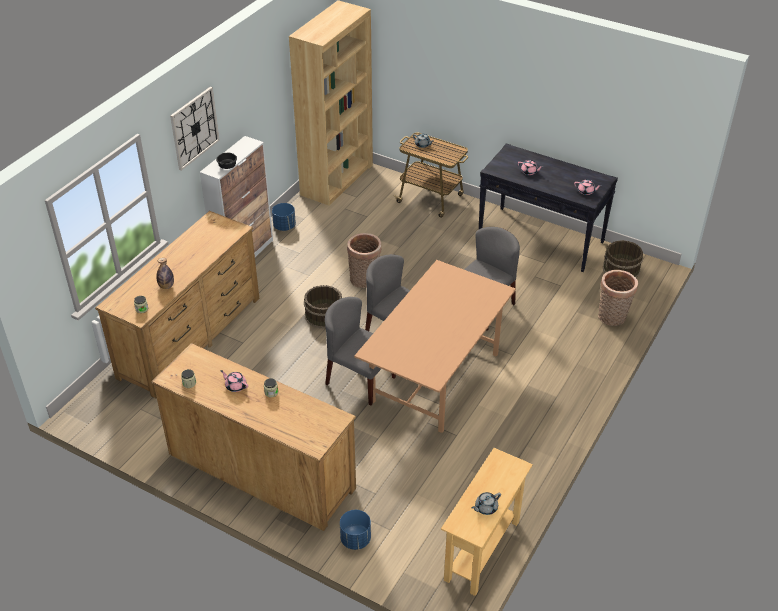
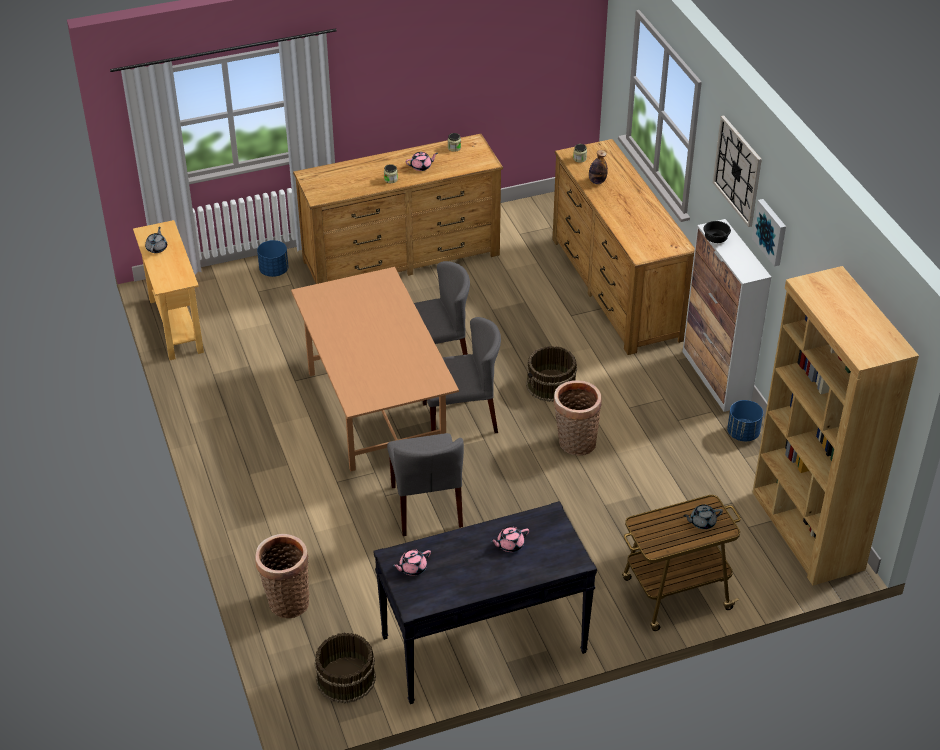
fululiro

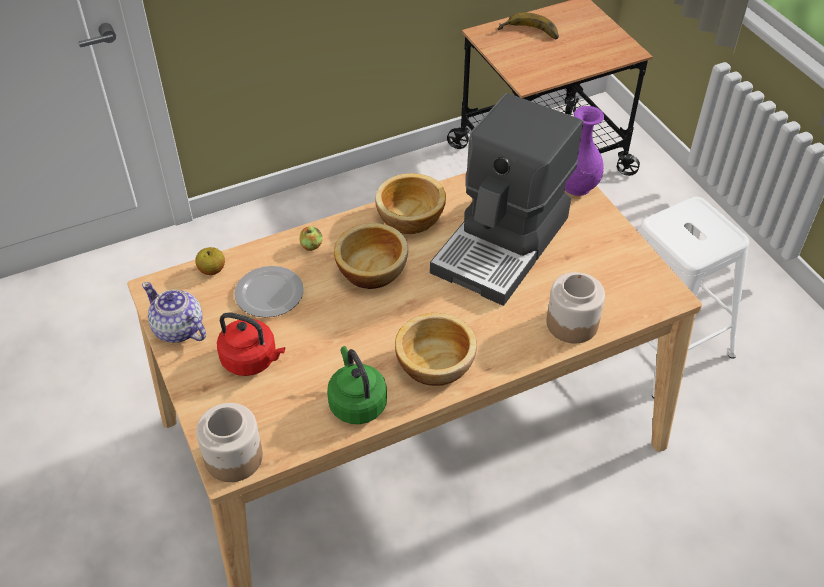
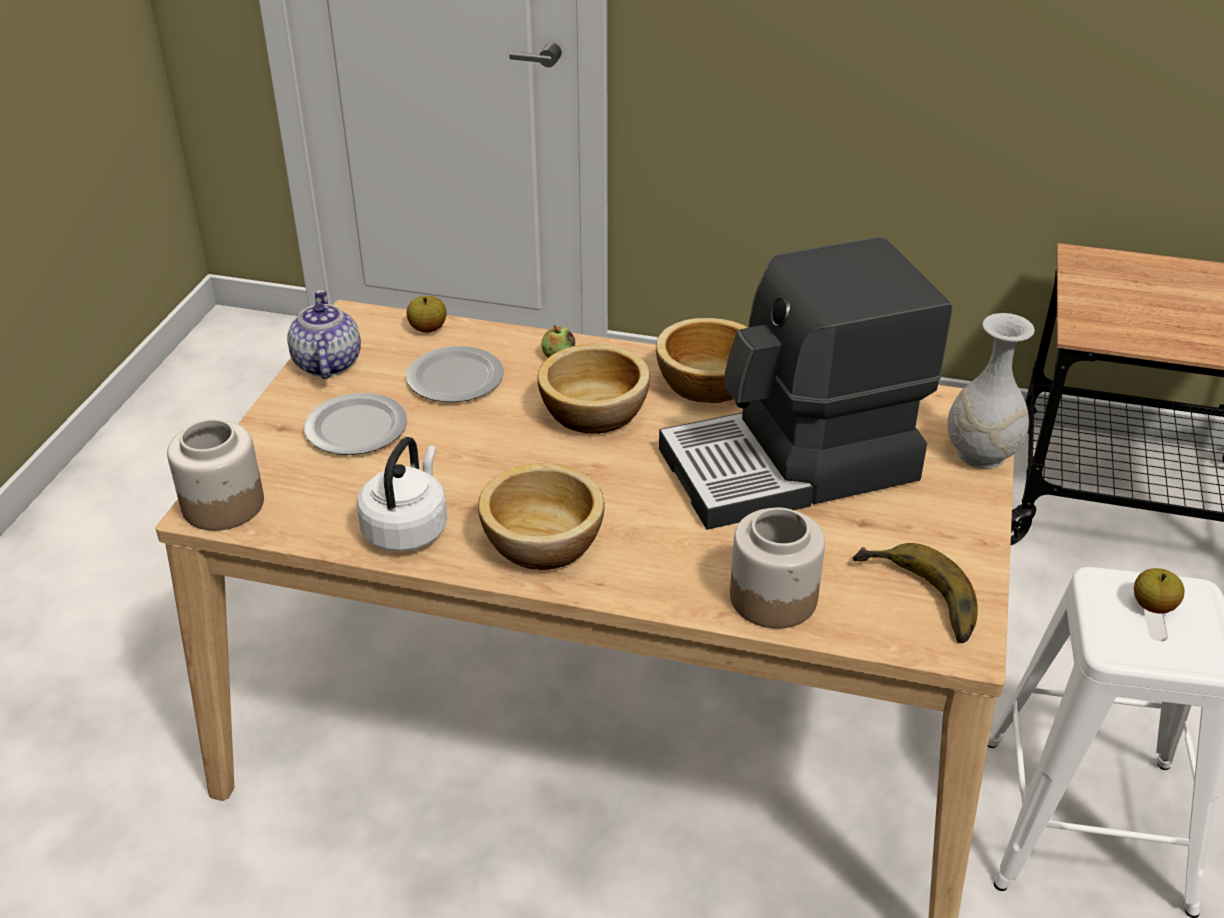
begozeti
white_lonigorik
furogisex (no. 1 from left)
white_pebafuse
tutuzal (no. 3 from left)

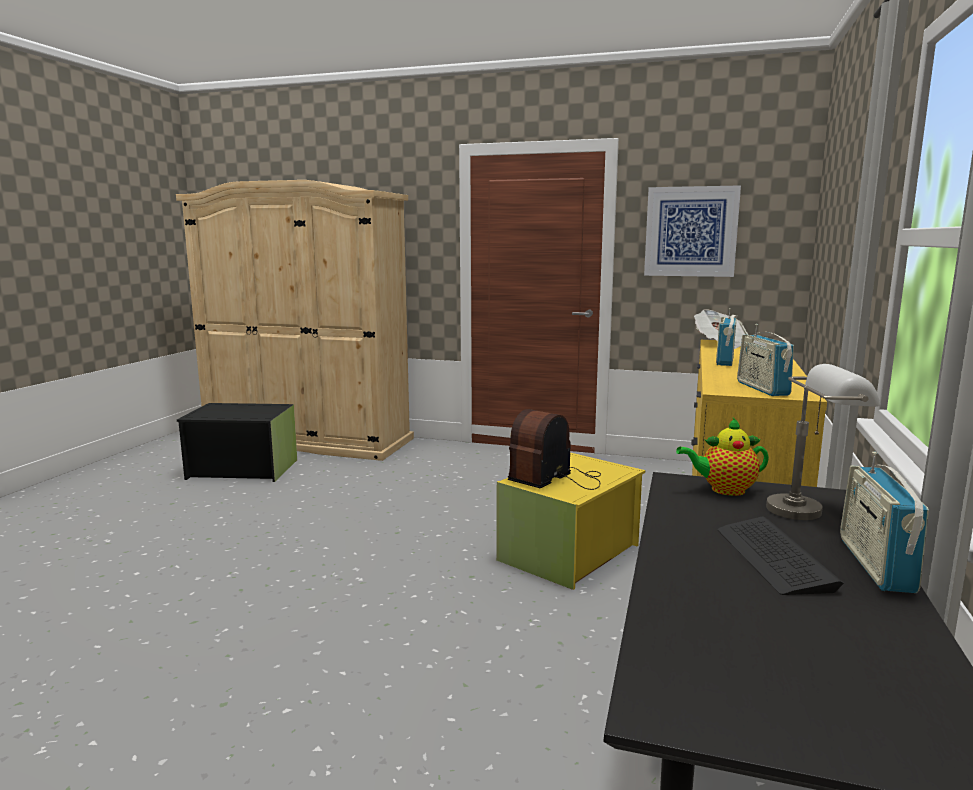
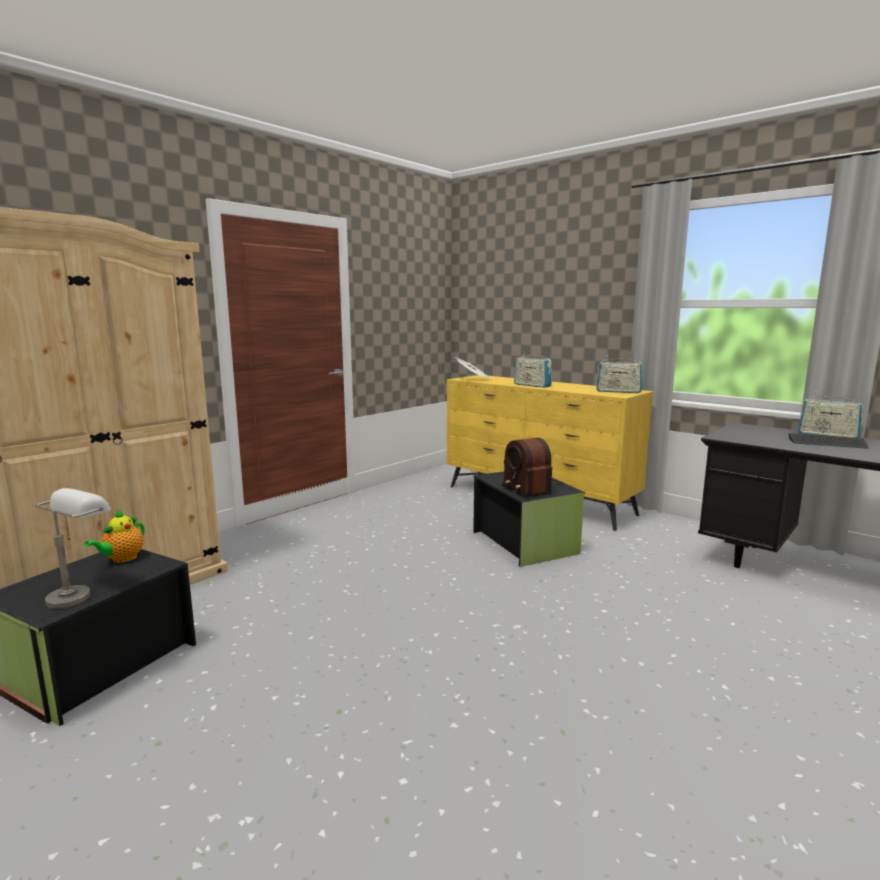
fululiro
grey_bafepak
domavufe
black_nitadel (no. 2 from left)

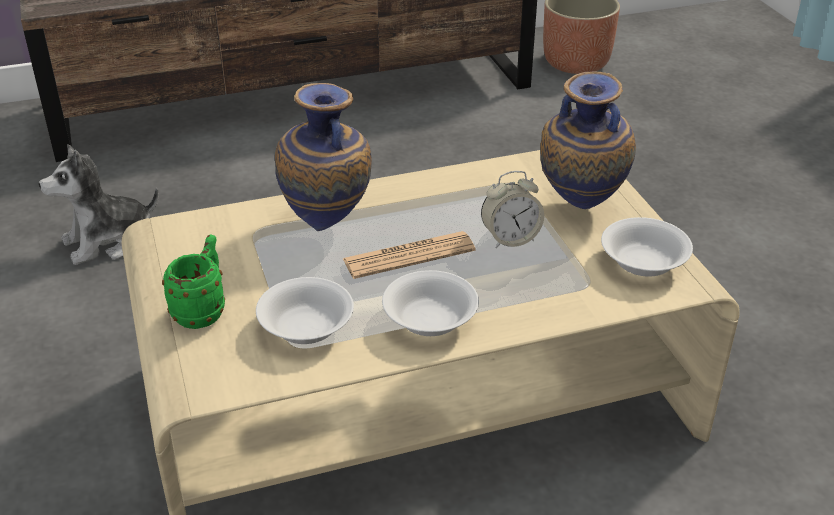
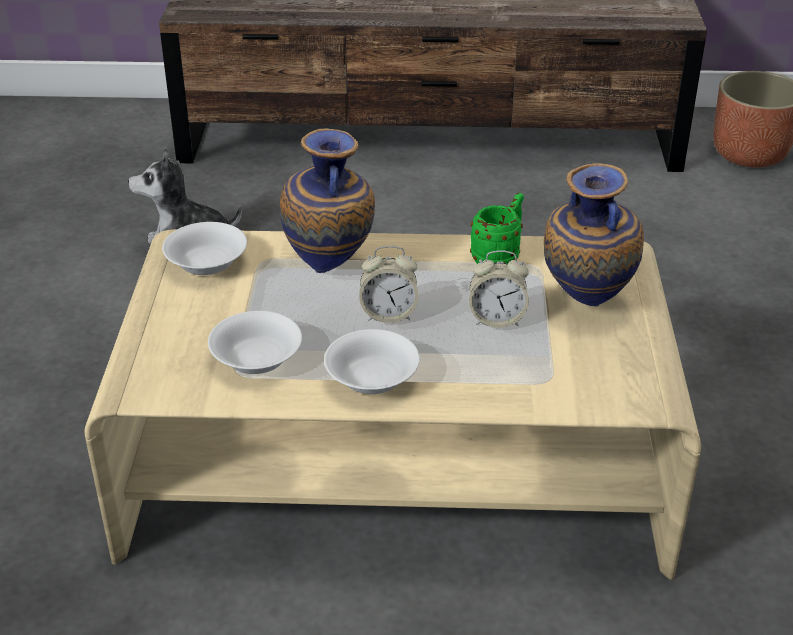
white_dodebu (no. 1 from left)
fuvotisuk (no. 1 from left)
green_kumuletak

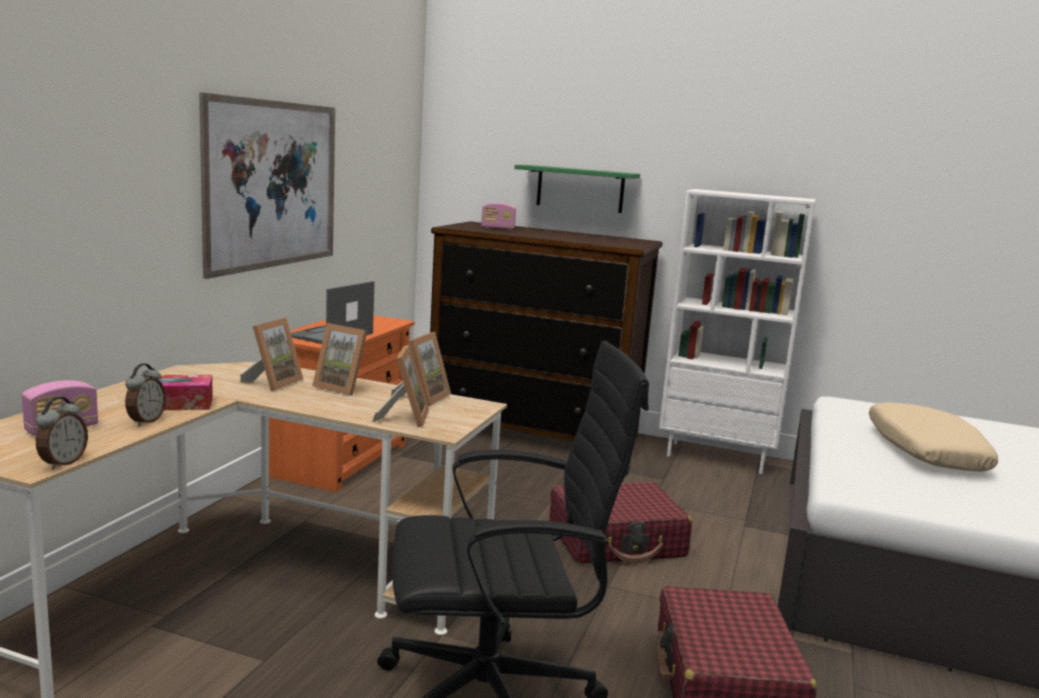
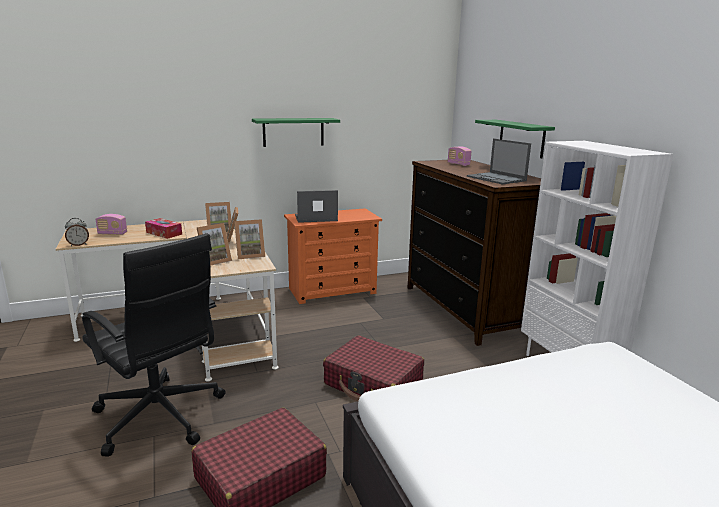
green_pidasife (no. 1 from left)
fuvotisuk (no. 2 from left in the first image)
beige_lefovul
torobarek (no. 2 from left)

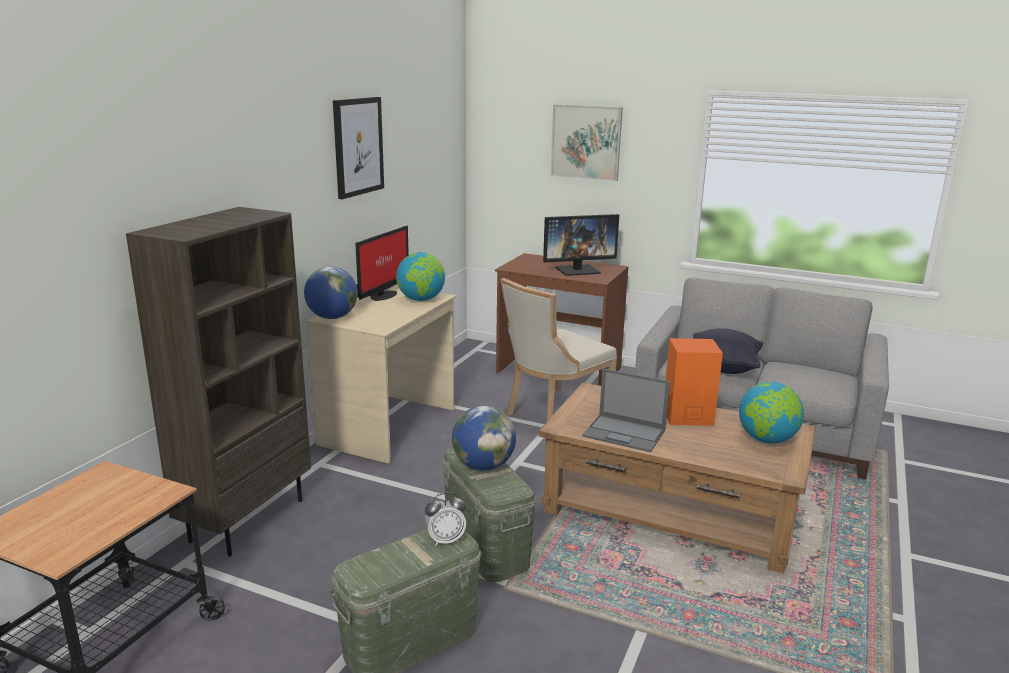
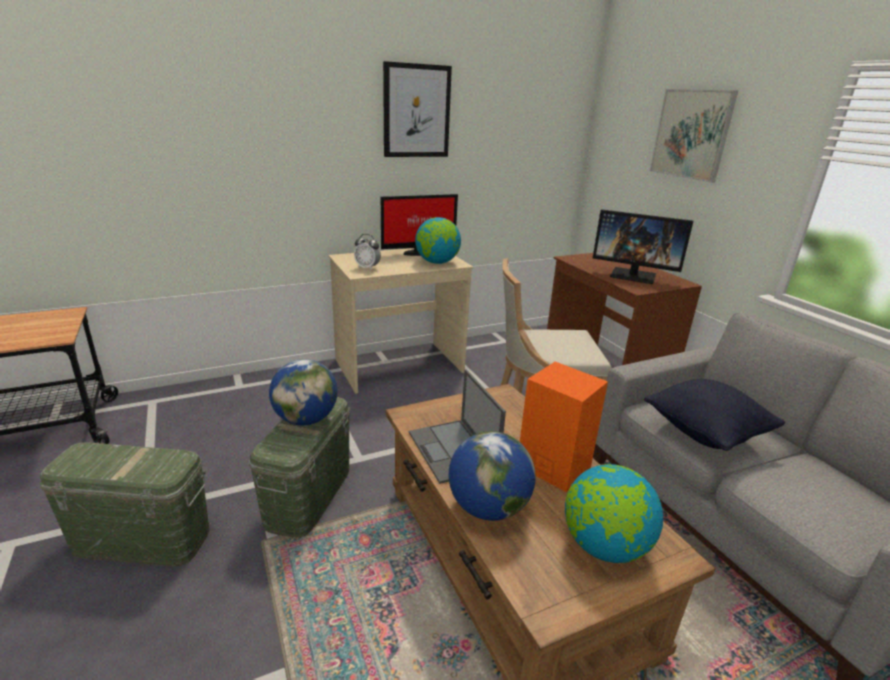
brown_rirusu
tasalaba (no. 3 from left)
fuvotisuk

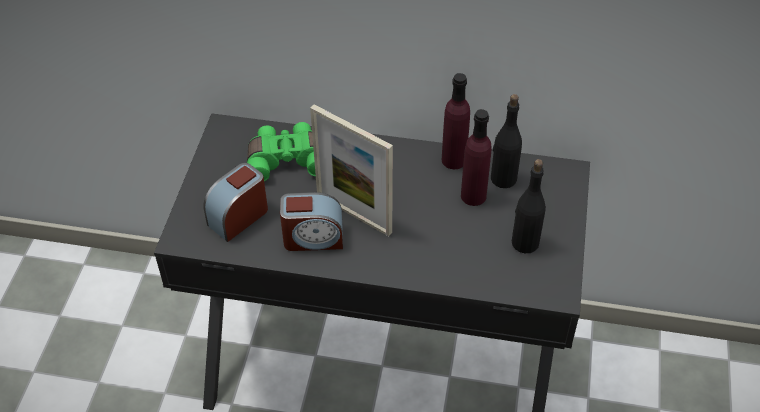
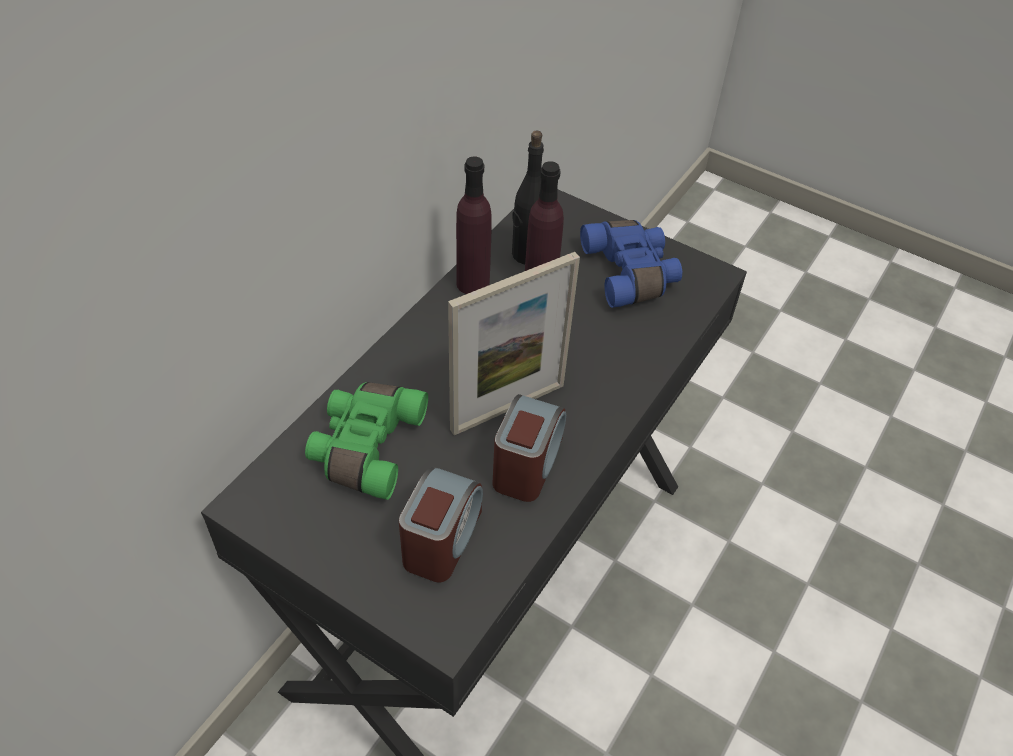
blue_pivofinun
fuvotisuk (no. 1 from left)

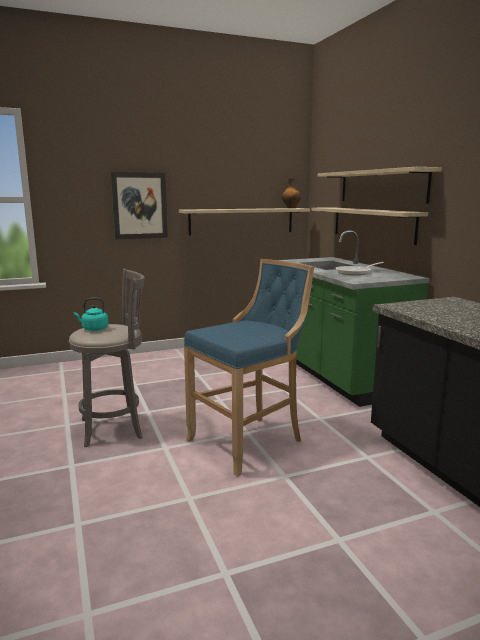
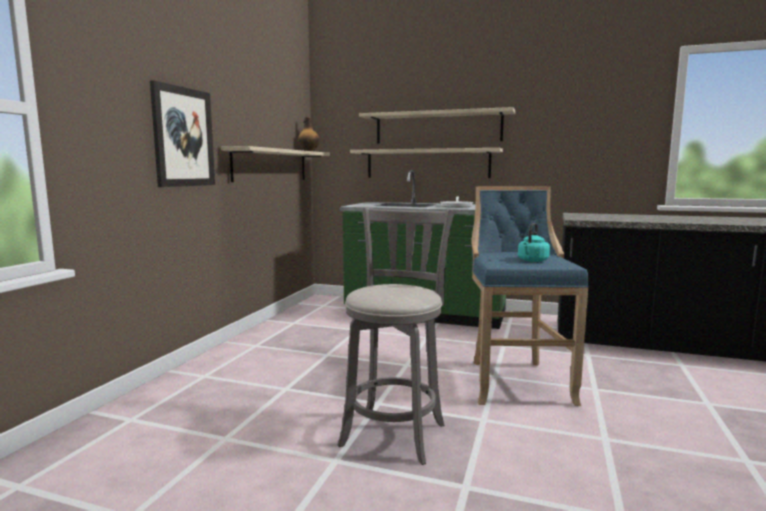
turquoise_pebafuse

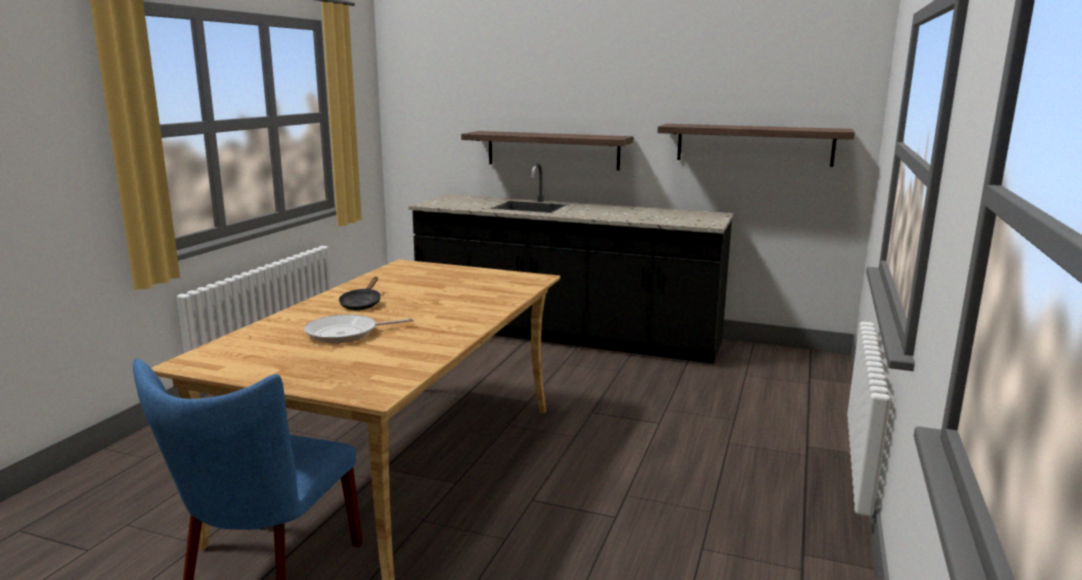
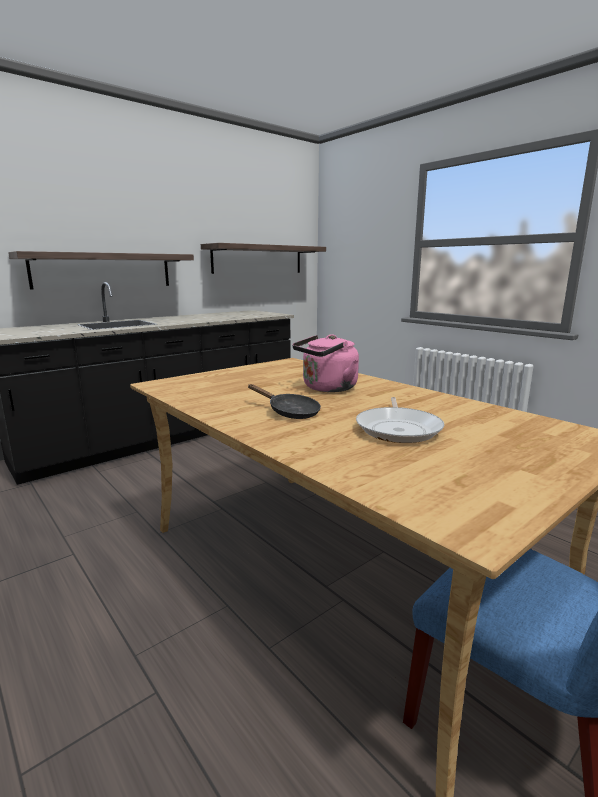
pink_pebafuse

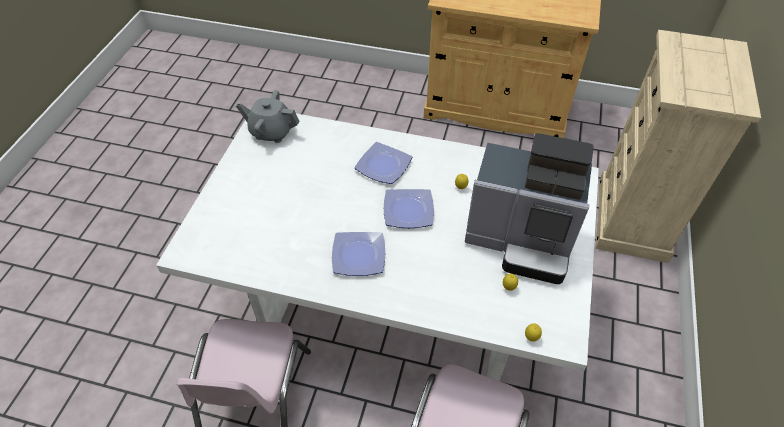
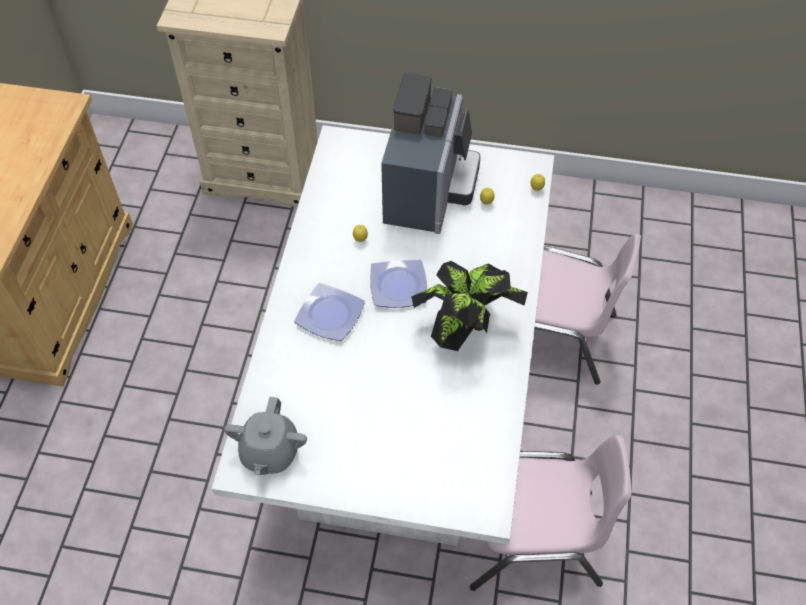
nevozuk

